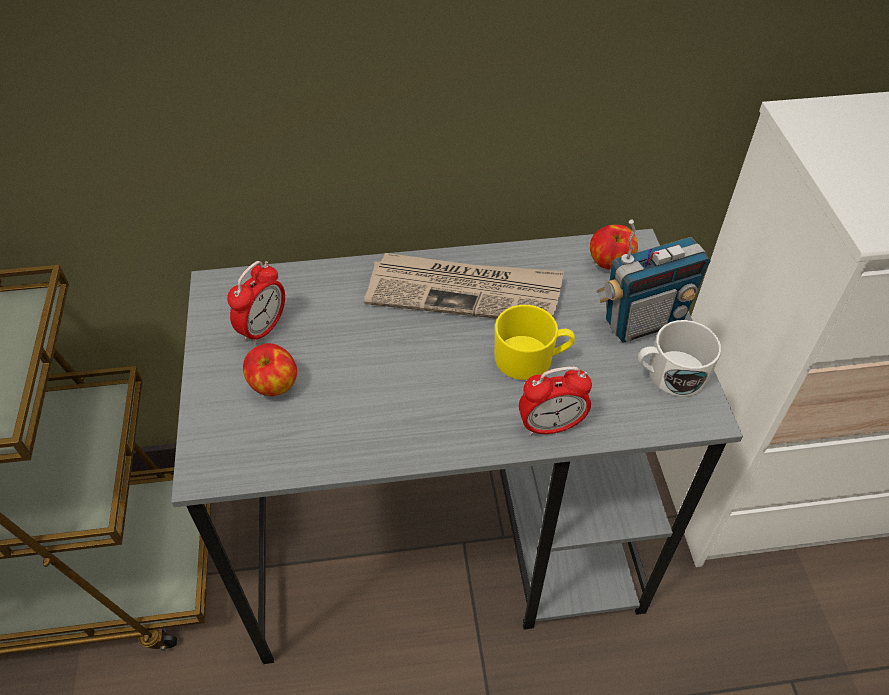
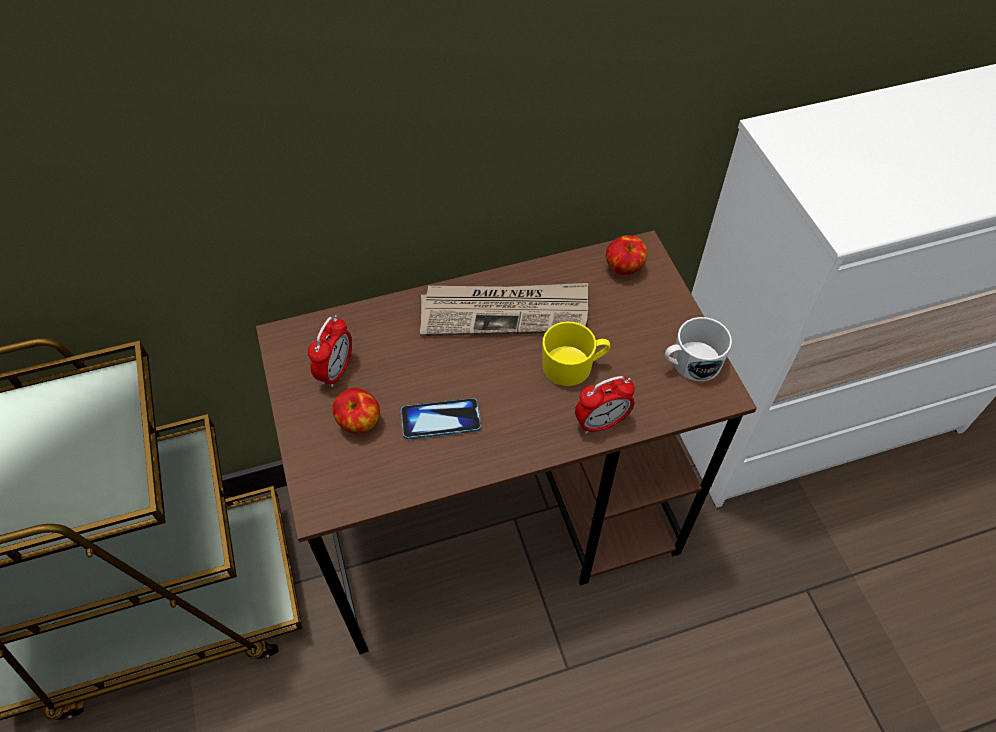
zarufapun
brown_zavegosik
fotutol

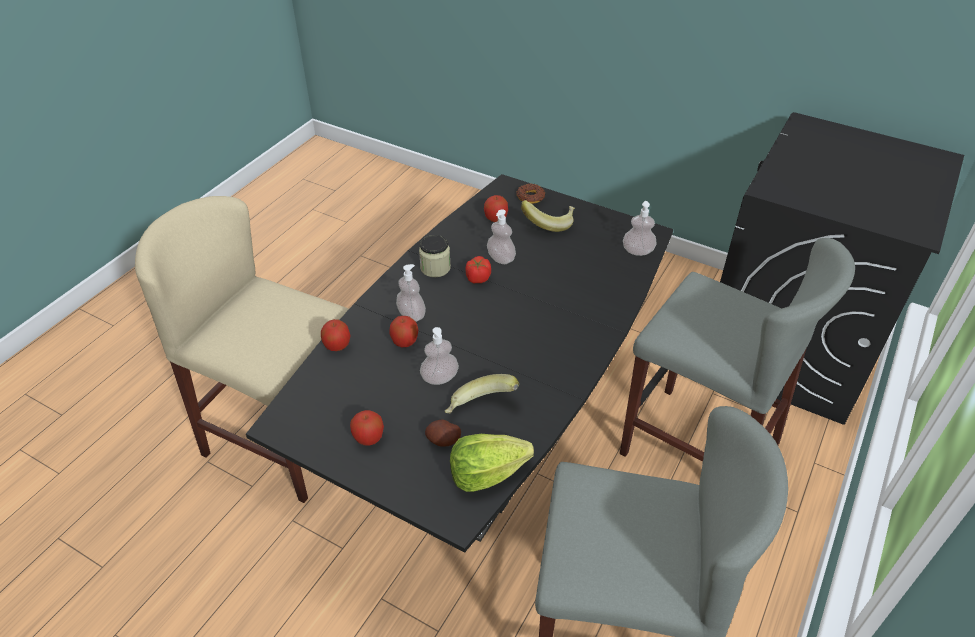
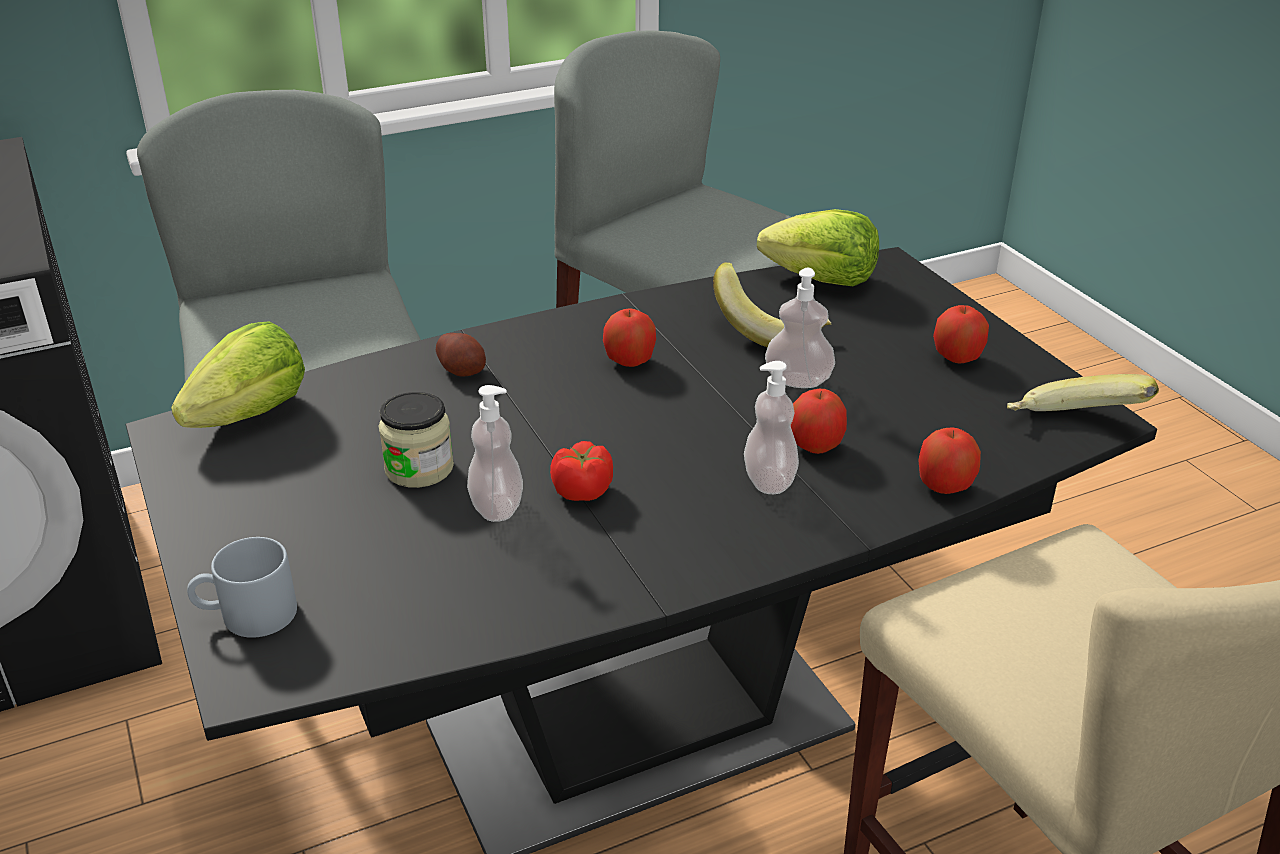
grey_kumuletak
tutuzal (no. 1 from left)
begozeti (no. 2 from left)
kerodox (no. 1 from left)
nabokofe
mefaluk

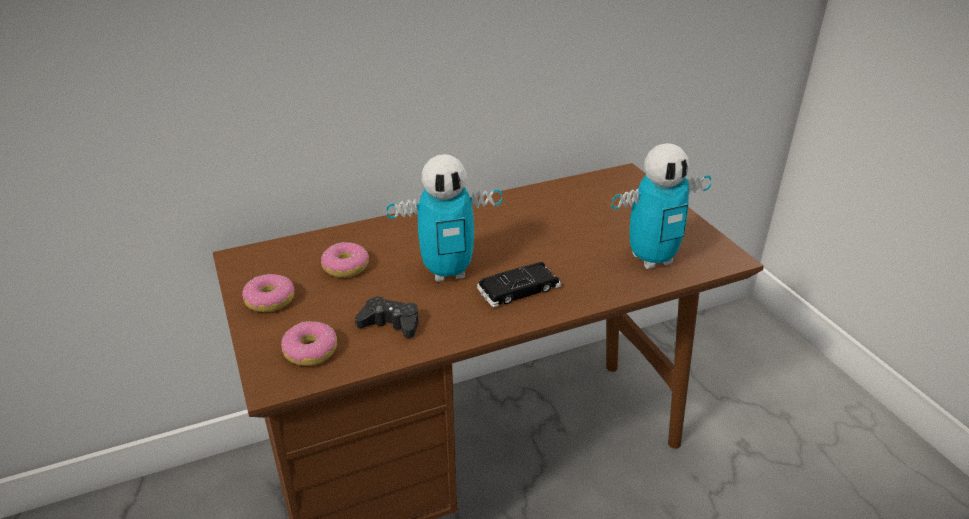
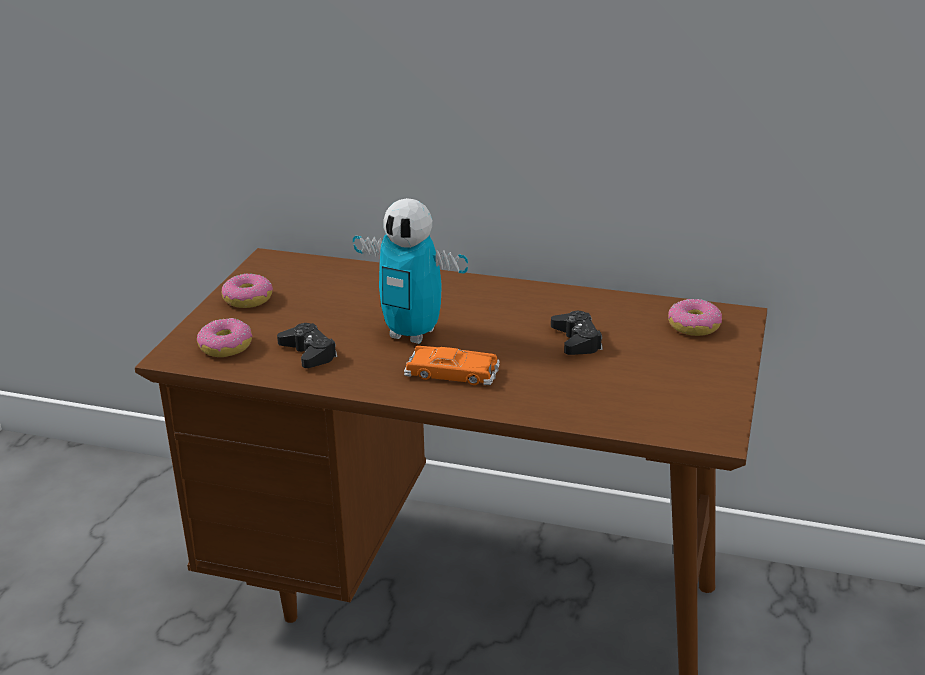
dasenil (no. 2 from left in the first image)
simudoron (no. 3 from left)
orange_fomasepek
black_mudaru (no. 2 from left)

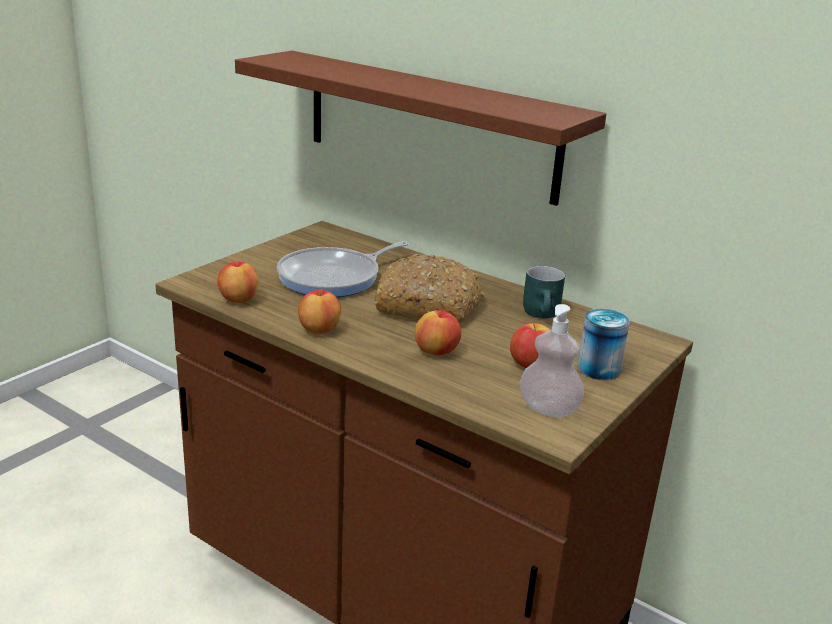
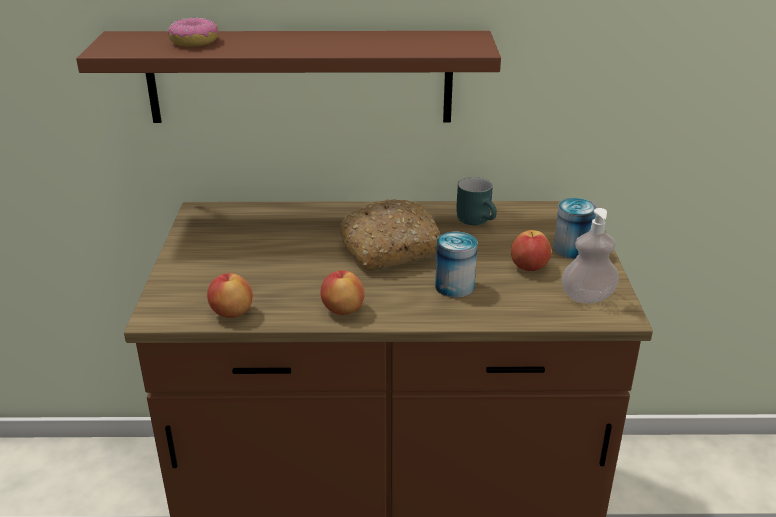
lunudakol
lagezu (no. 1 from left)
simudoron

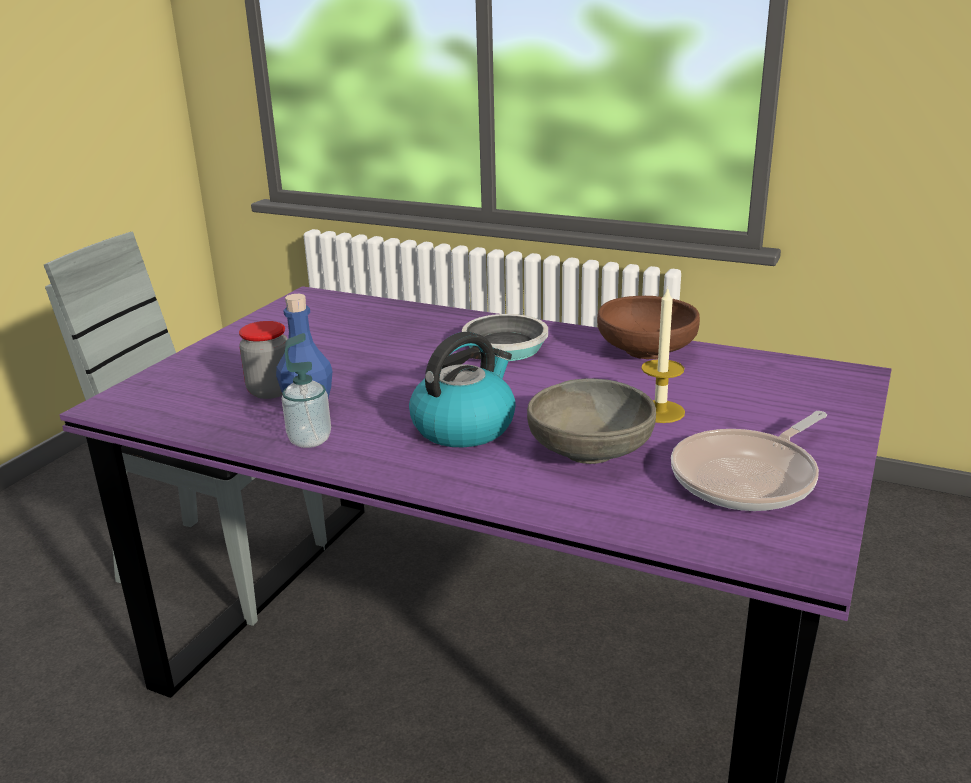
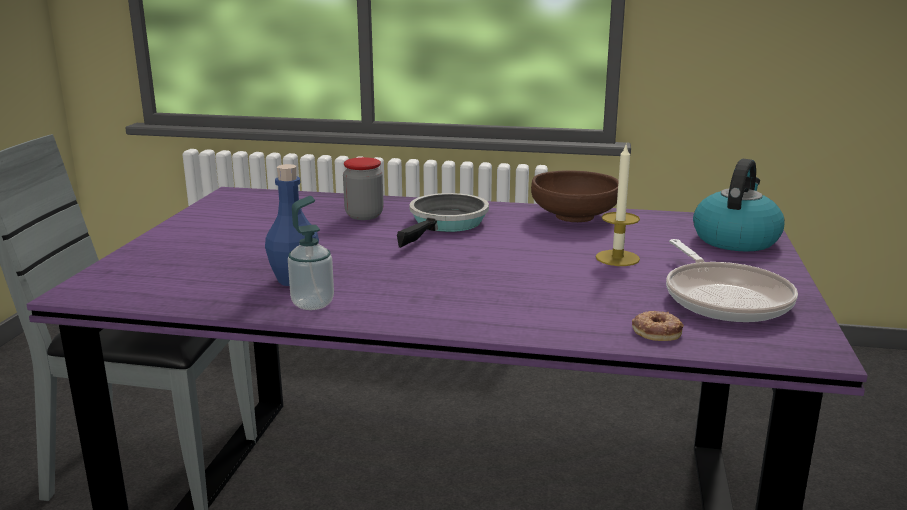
nabokofe
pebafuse
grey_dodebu
lunudakol (no. 2 from left)
simudoron

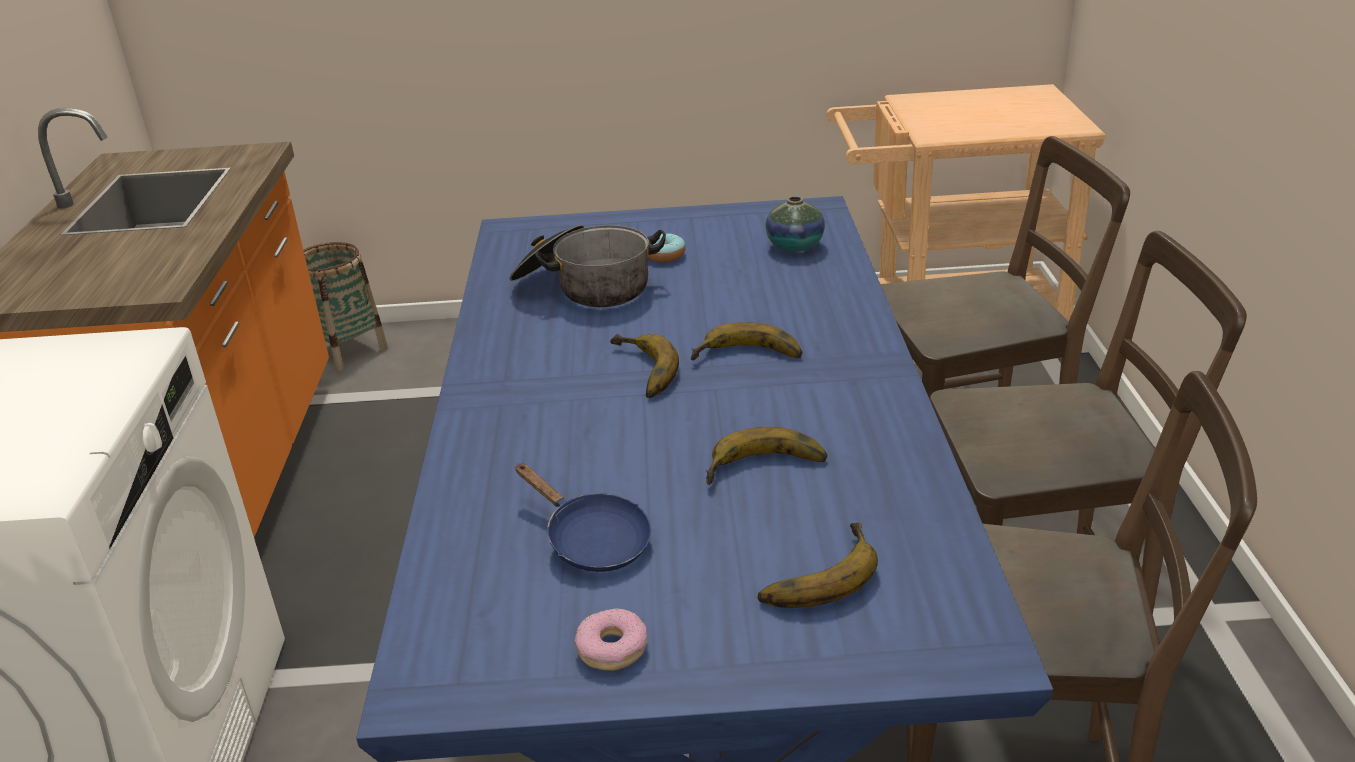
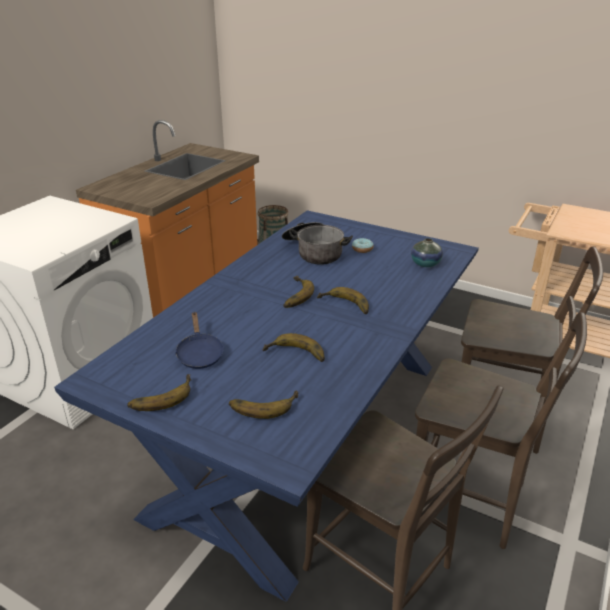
begozeti (no. 1 from left)

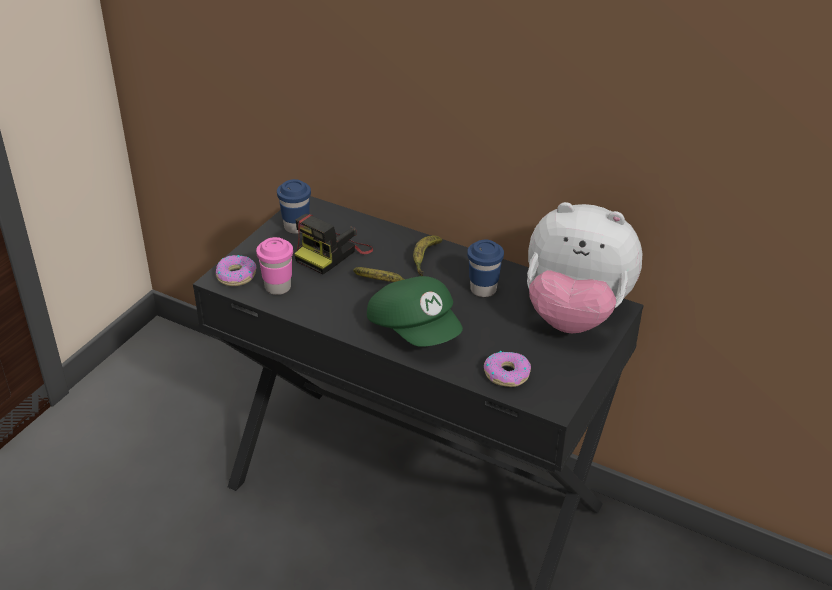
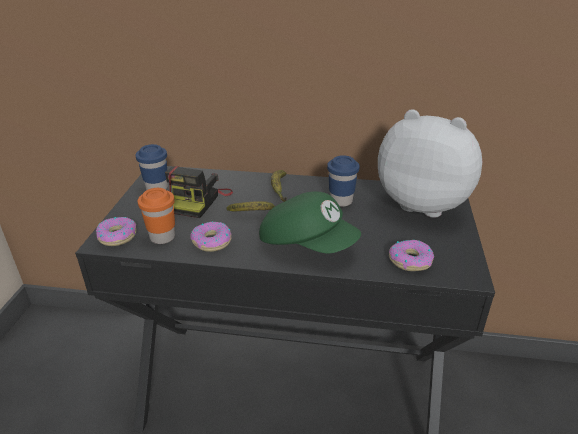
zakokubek
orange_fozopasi
simudoron (no. 2 from left)

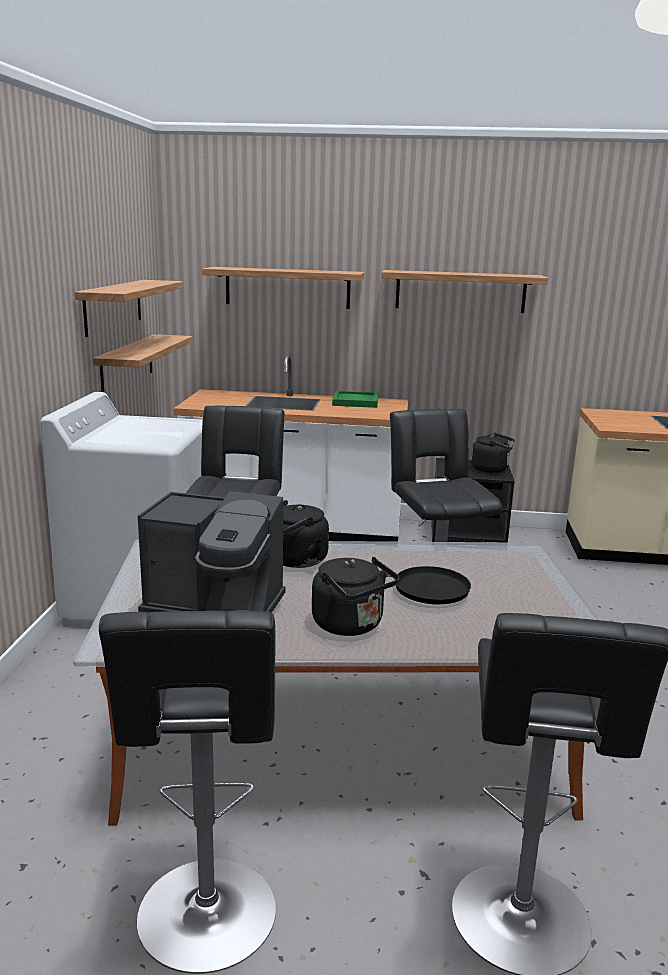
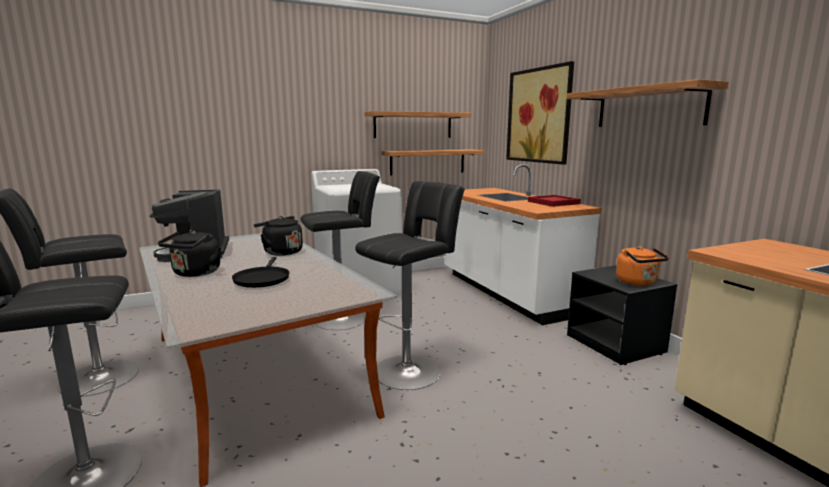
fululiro
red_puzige
orange_pebafuse

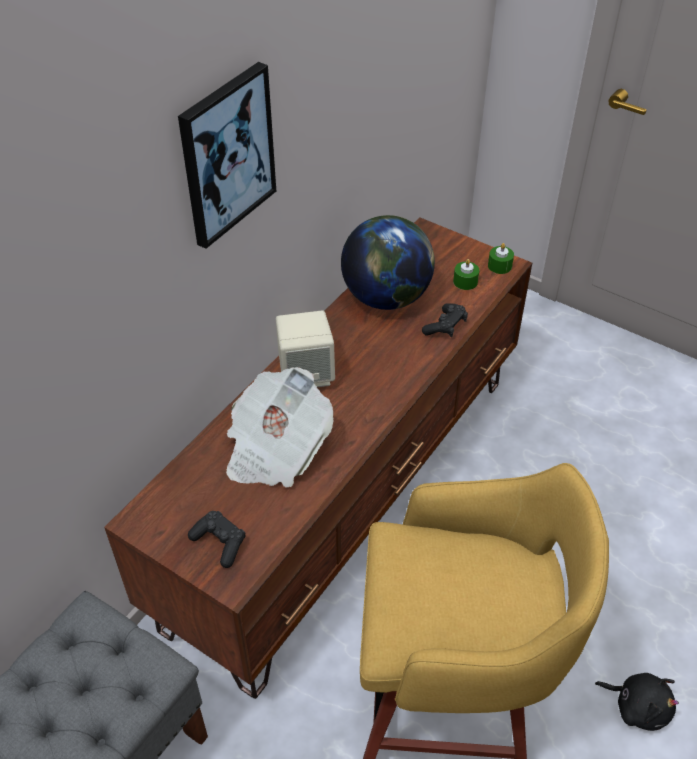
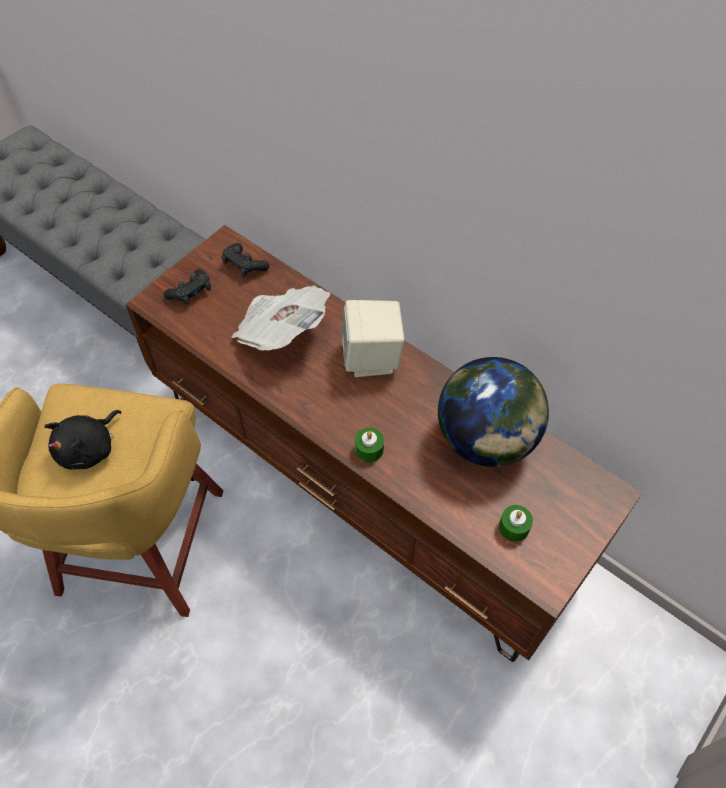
fululiro
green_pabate (no. 1 from left)
black_mudaru (no. 2 from left)
black_zakokubek

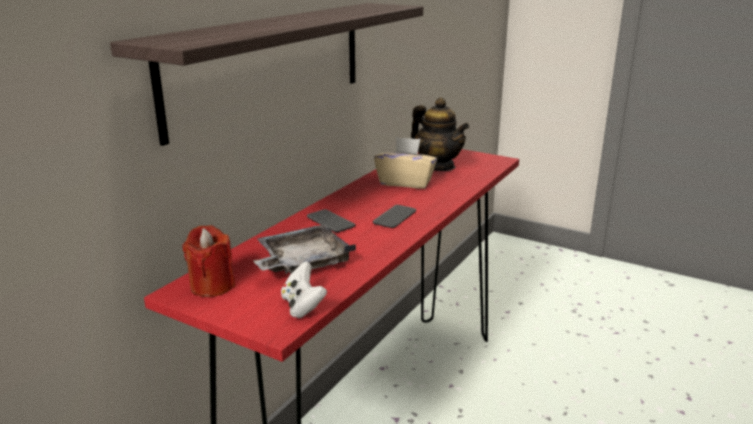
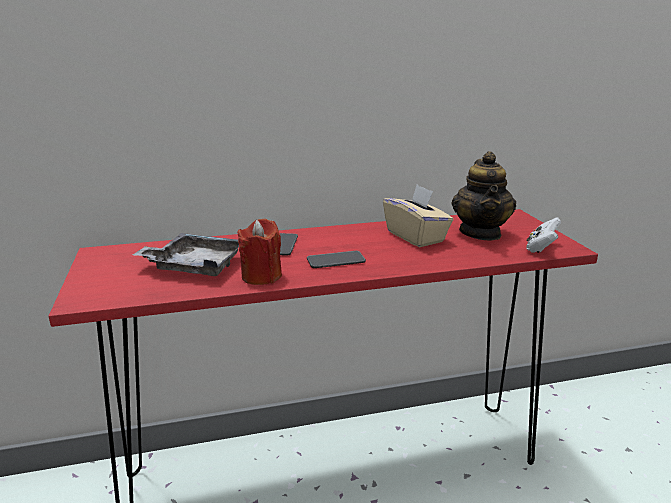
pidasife
red_pabate
white_mudaru

